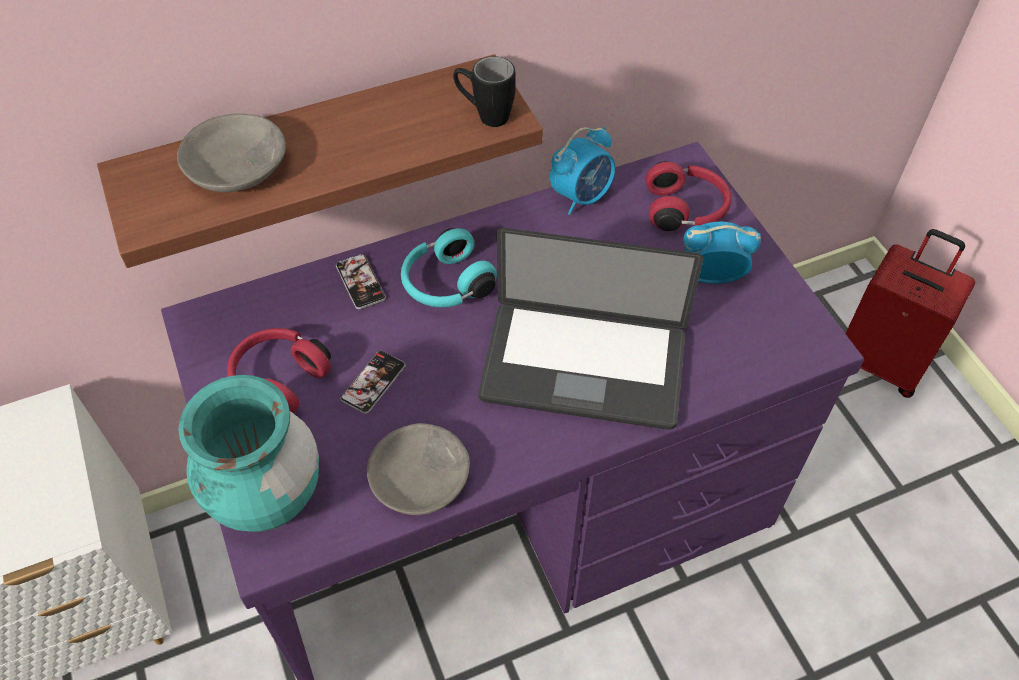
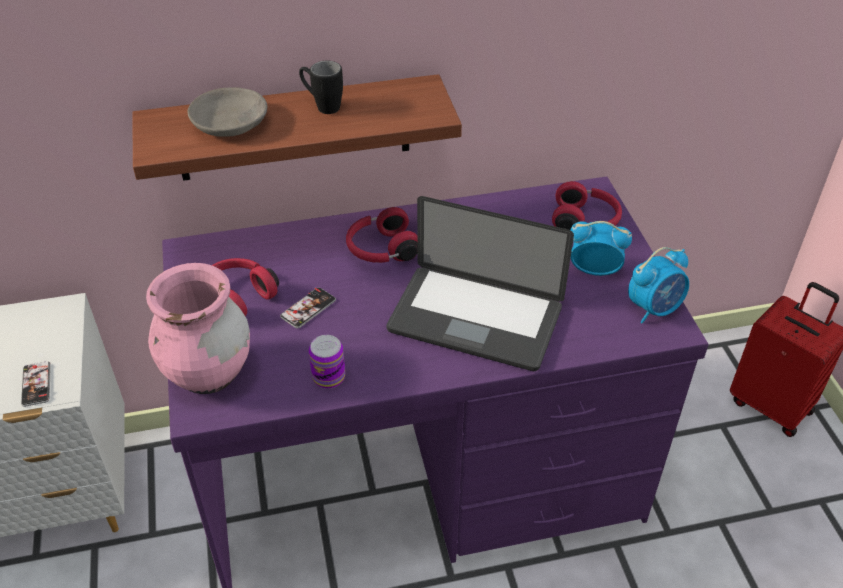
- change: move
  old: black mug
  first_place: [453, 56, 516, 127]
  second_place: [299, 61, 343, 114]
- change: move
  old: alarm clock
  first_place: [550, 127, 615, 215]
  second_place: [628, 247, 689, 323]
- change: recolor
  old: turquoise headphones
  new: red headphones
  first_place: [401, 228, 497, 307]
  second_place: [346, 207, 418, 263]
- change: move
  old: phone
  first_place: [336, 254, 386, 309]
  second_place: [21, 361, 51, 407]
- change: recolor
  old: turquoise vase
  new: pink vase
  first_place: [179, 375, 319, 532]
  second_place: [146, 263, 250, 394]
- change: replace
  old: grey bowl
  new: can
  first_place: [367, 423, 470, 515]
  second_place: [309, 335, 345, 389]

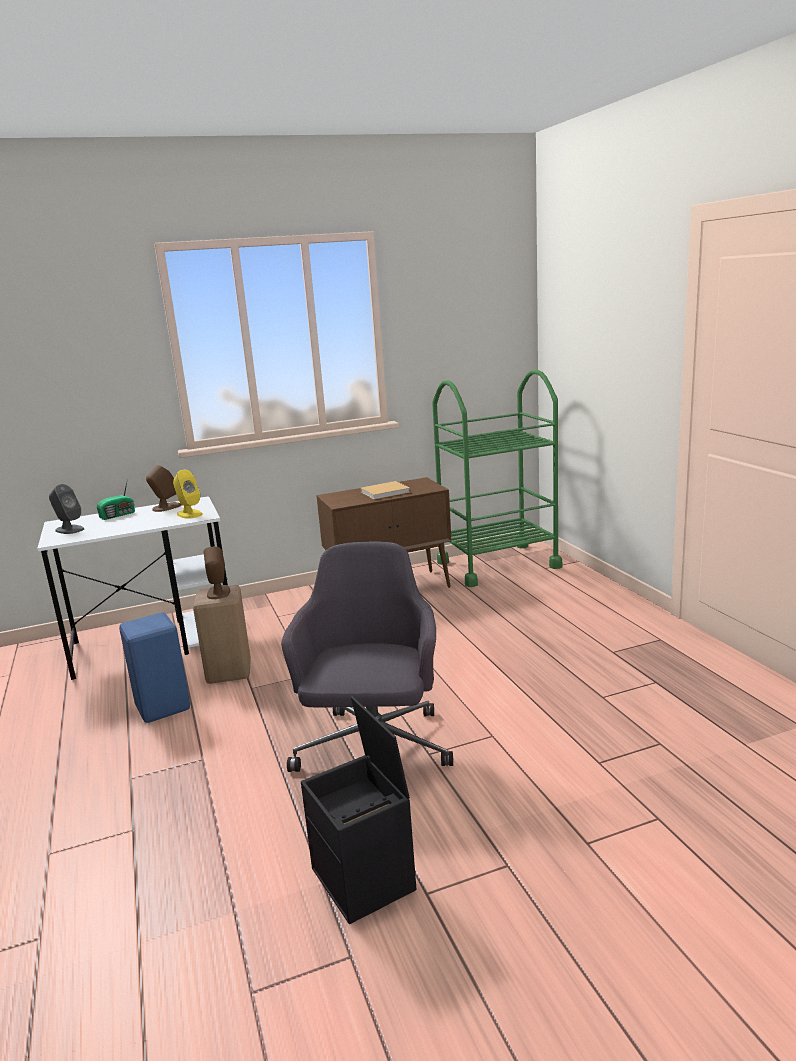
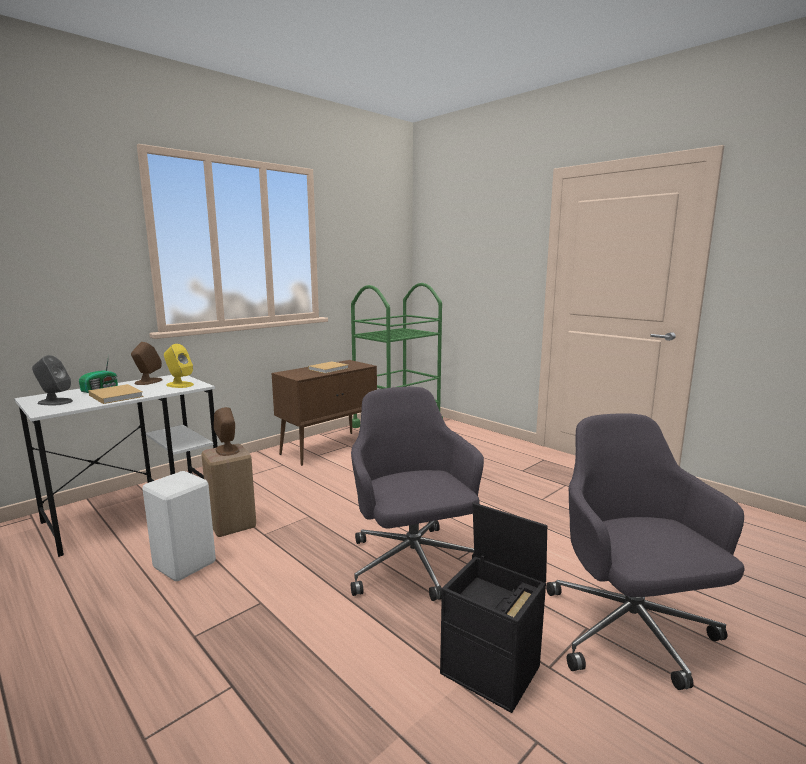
- change: recolor
  old: blue stool
  new: white stool
  first_place: [119, 612, 190, 723]
  second_place: [142, 471, 216, 581]
- change: insert
  new: beige book
  second_place: [88, 384, 144, 404]
- change: insert
  new: grey office chair
  second_place: [546, 413, 744, 690]

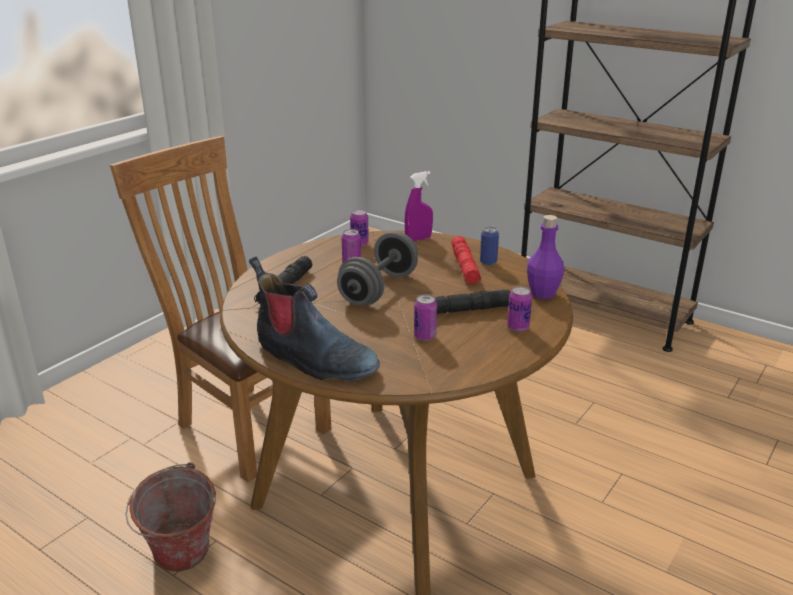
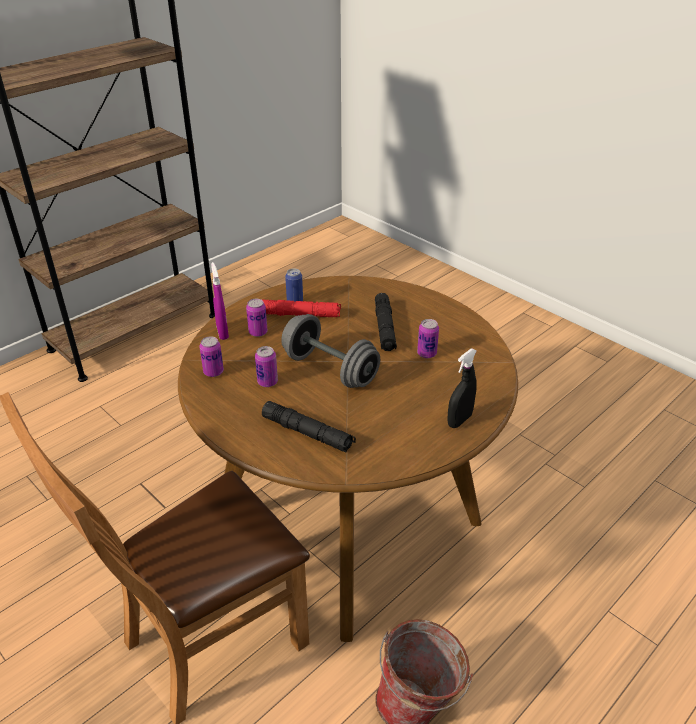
- change: delete
  old: purple bottle
  first_place: [527, 215, 564, 299]
- change: replace
  old: boot
  new: black spray bottle
  first_place: [249, 256, 380, 382]
  second_place: [447, 348, 477, 428]
- change: move
  old: can
  first_place: [507, 286, 532, 332]
  second_place: [246, 299, 268, 337]

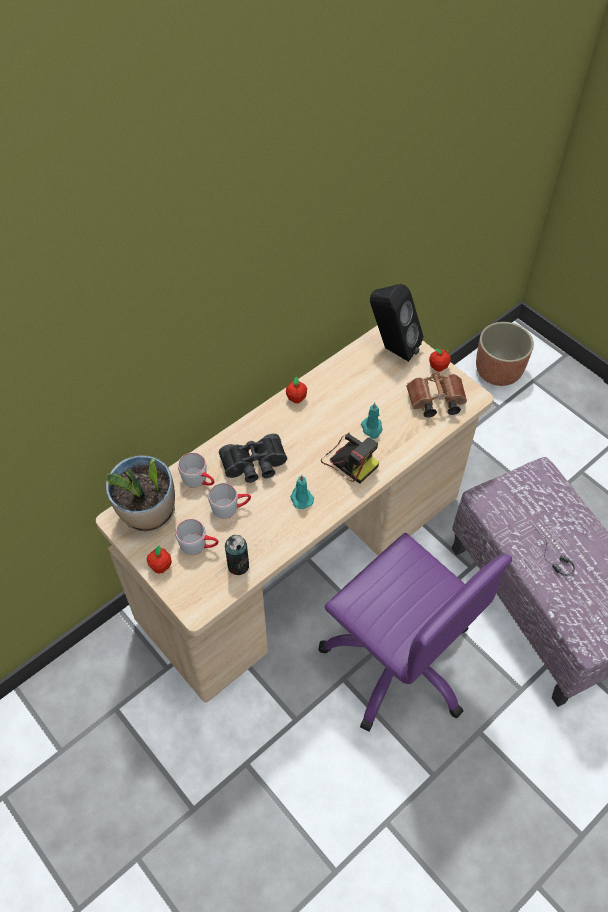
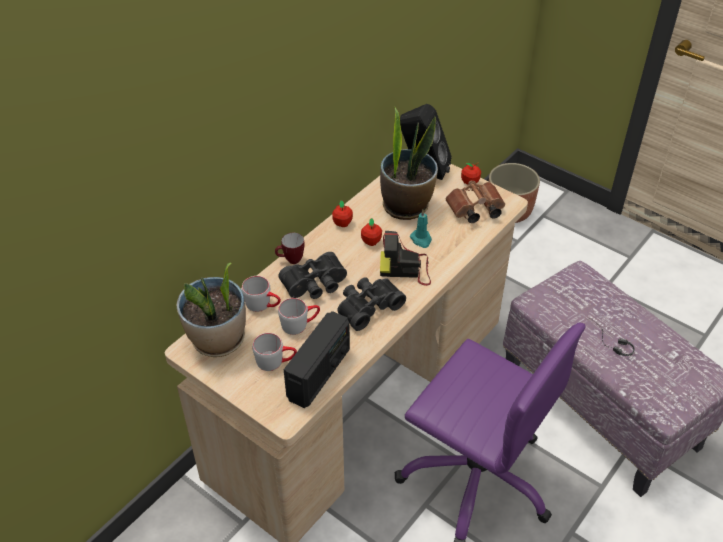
- change: rotate
  old: photo camera
  first_place: [321, 433, 379, 484]
  second_place: [380, 231, 431, 286]
  degrees: 150
- change: replace
  old: turquoise candle
  new: black binoculars
  first_place: [290, 475, 314, 509]
  second_place: [337, 277, 406, 331]
- change: replace
  old: can
  new: radio
  first_place: [225, 535, 249, 575]
  second_place: [284, 311, 350, 408]
- change: move
  old: apple
  first_place: [147, 546, 172, 574]
  second_place: [361, 218, 382, 246]
- change: insert
  new: potted plant
  second_place: [380, 106, 438, 220]
- change: insert
  new: mug
  second_place: [275, 233, 305, 264]

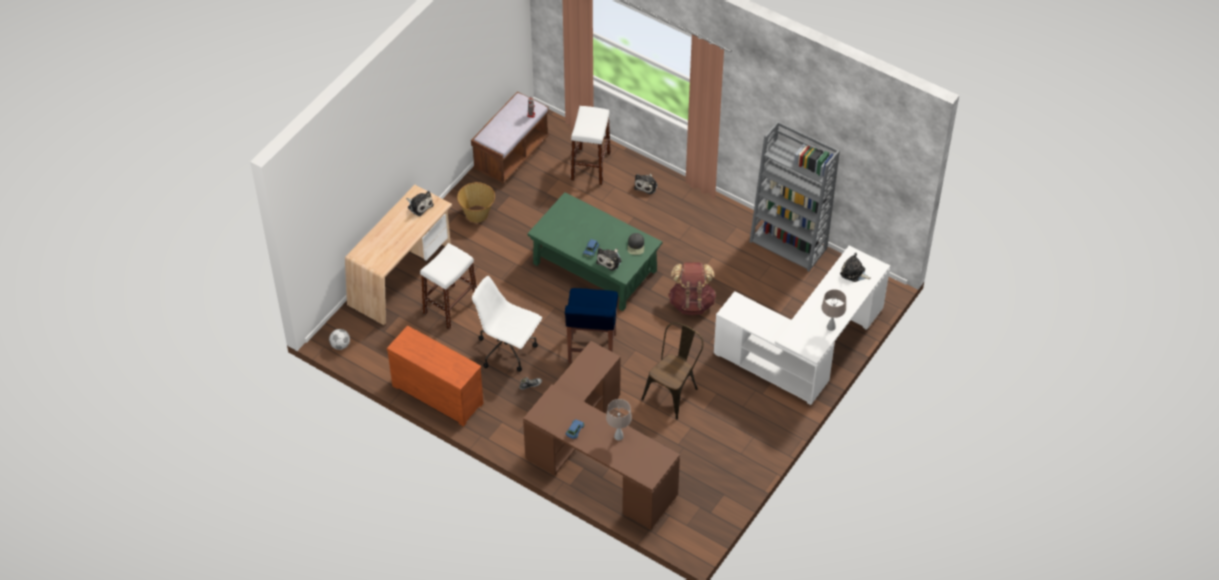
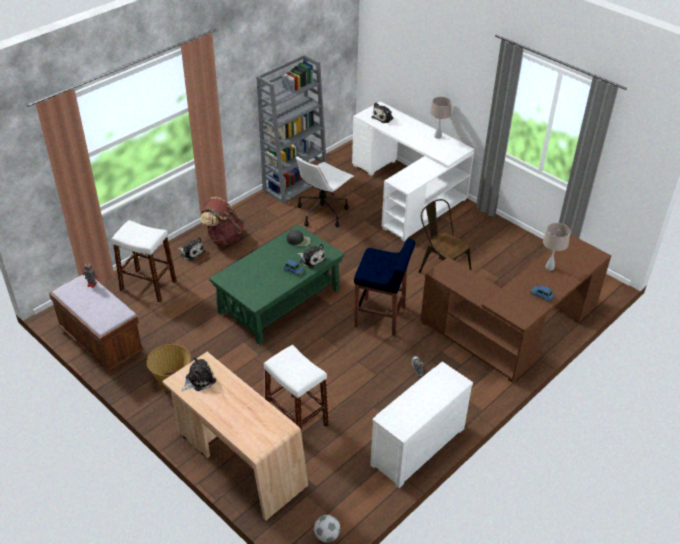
- change: move
  old: brown backpack
  first_place: [668, 263, 716, 315]
  second_place: [200, 197, 245, 245]
- change: move
  old: white office chair
  first_place: [472, 276, 542, 372]
  second_place: [296, 156, 354, 227]
- change: recolor
  old: brown dresser
  new: white dresser
  first_place: [387, 326, 484, 426]
  second_place: [370, 362, 473, 488]

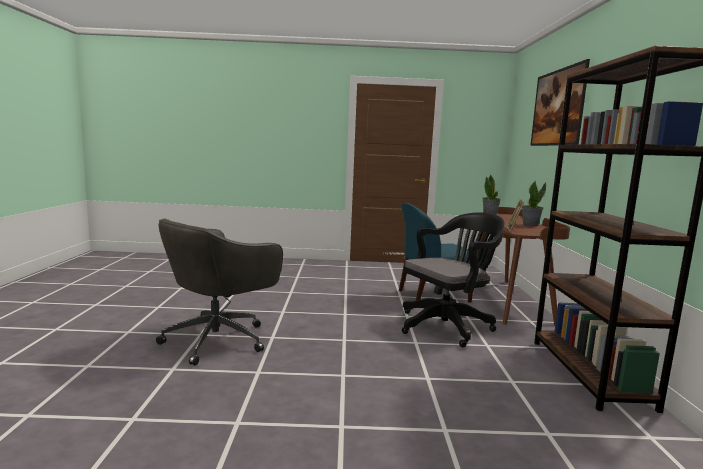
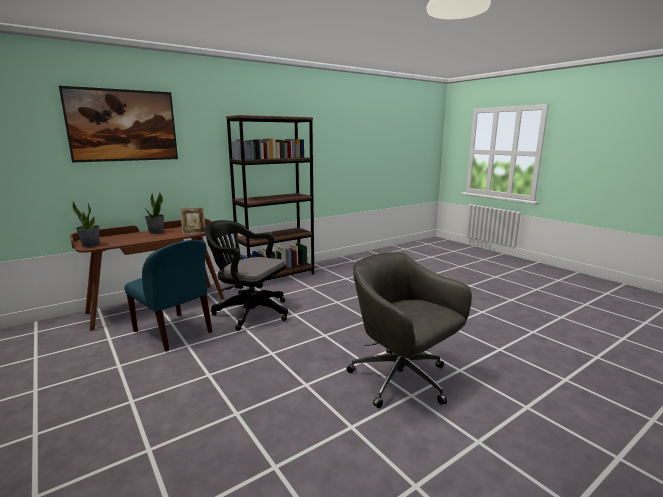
- change: rotate
  old: grey office chair
  first_place: [156, 218, 283, 365]
  second_place: [346, 252, 472, 408]
  degrees: -135

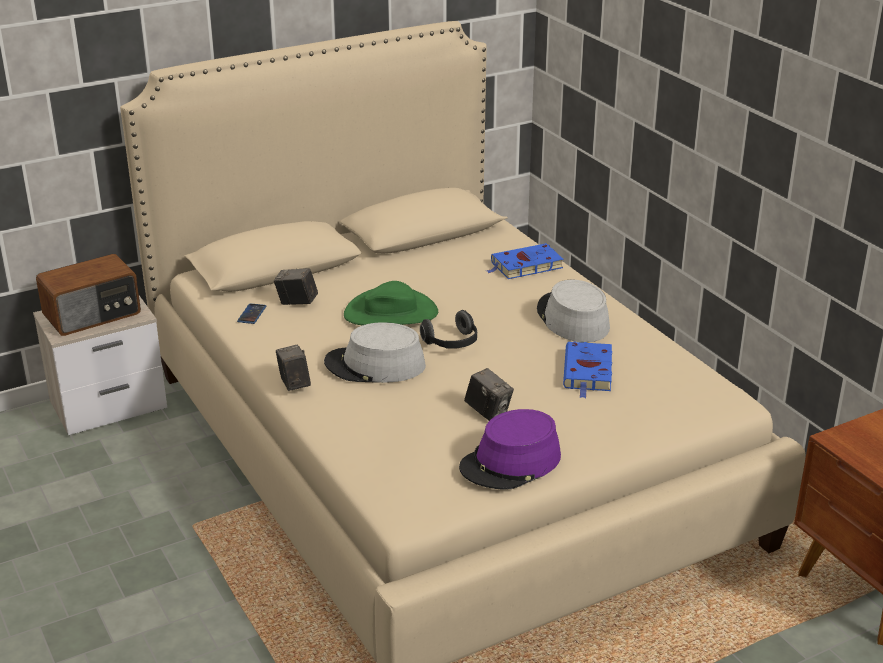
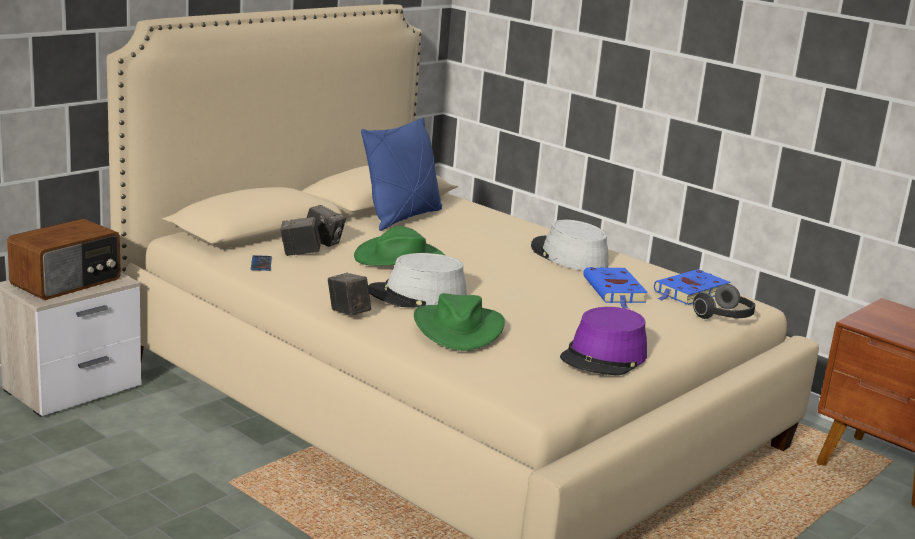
- change: move
  old: blue book
  first_place: [487, 243, 564, 279]
  second_place: [654, 269, 730, 305]
- change: move
  old: headphones
  first_place: [420, 310, 477, 349]
  second_place: [693, 284, 755, 319]
- change: move
  old: photo camera
  first_place: [464, 368, 514, 421]
  second_place: [307, 205, 346, 247]
- change: insert
  new: blue pillow
  second_place: [361, 117, 442, 231]
- change: insert
  new: green hat
  second_place: [414, 293, 505, 351]

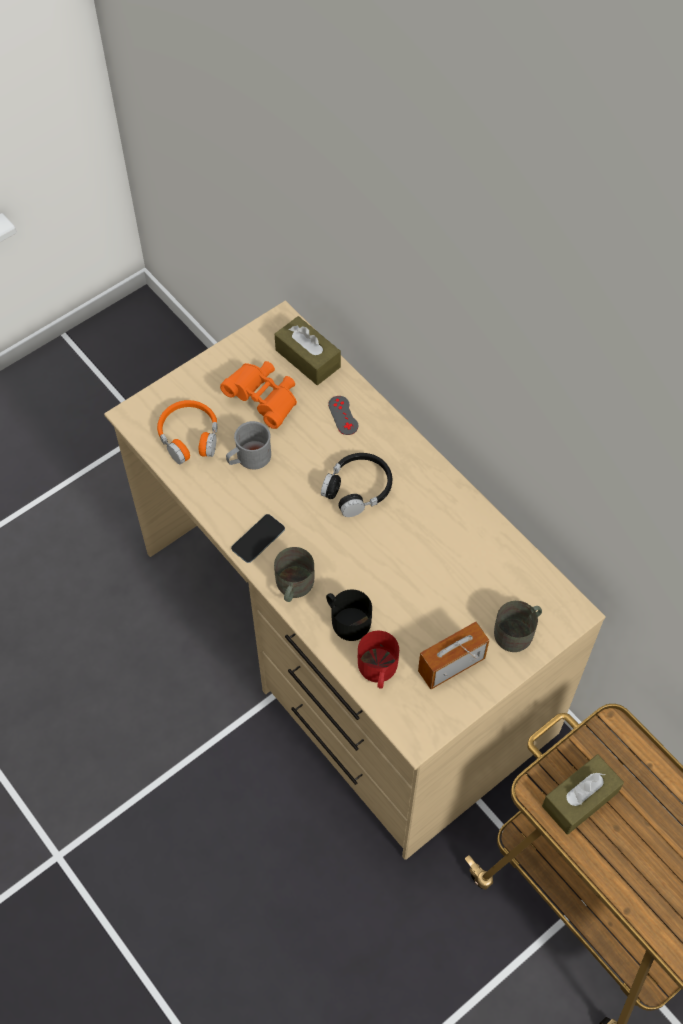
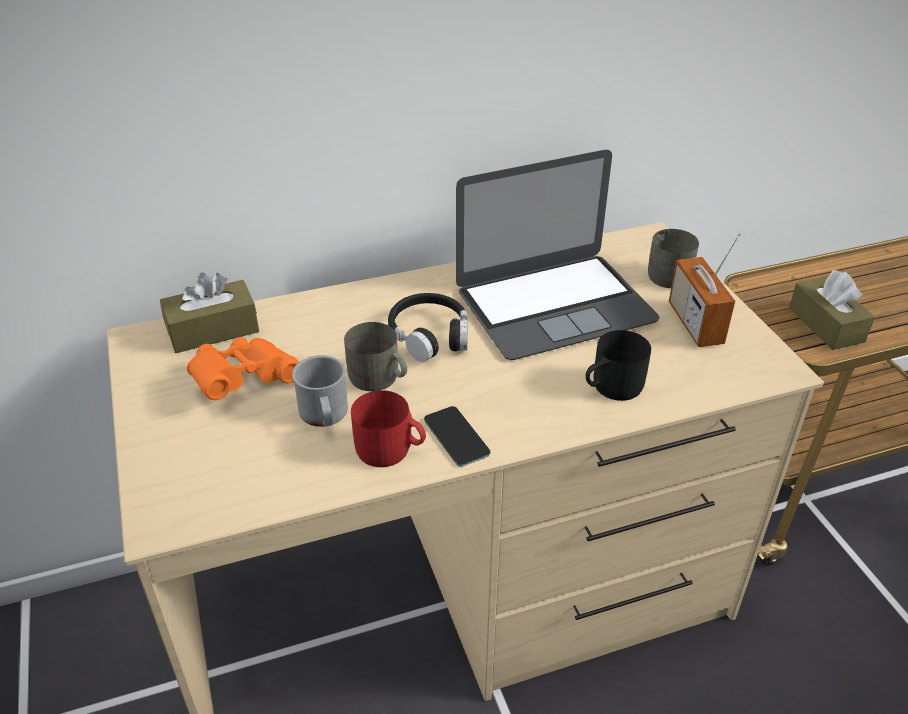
- change: delete
  old: grey game controller
  first_place: [328, 396, 358, 435]
- change: delete
  old: orange headphones
  first_place: [157, 400, 218, 464]
- change: move
  old: grey mug
  first_place: [274, 547, 314, 602]
  second_place: [344, 322, 407, 392]
- change: move
  old: red mug
  first_place: [358, 631, 399, 689]
  second_place: [351, 390, 426, 467]
- change: insert
  new: laptop
  second_place: [456, 150, 660, 360]

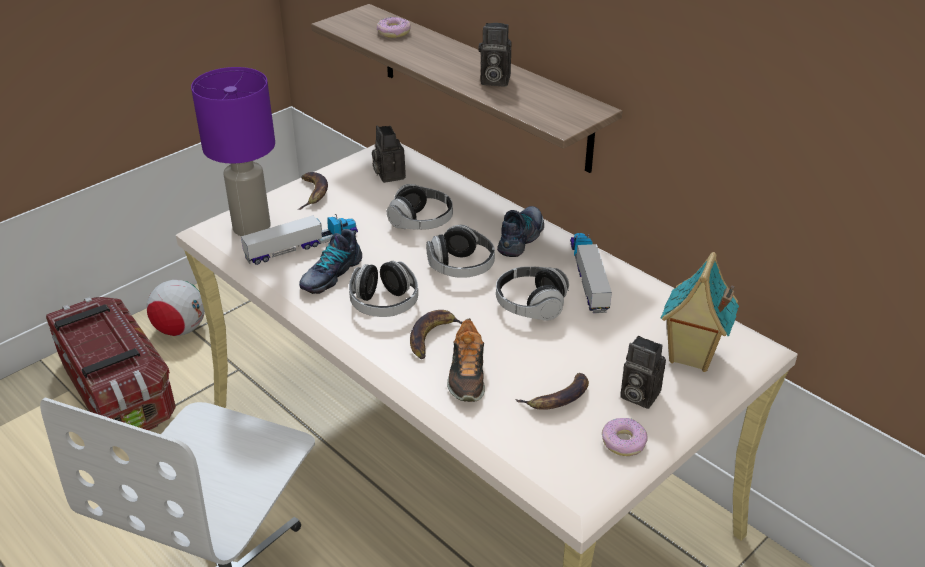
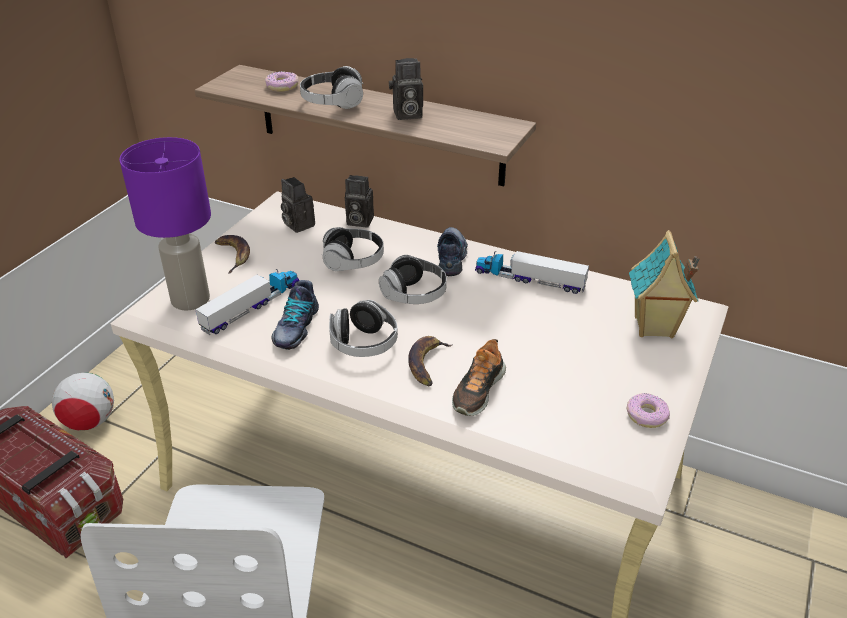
- change: rotate
  old: toy truck
  first_place: [570, 233, 612, 313]
  second_place: [475, 251, 589, 294]
  degrees: -45
- change: move
  old: headphones
  first_place: [496, 266, 569, 321]
  second_place: [300, 66, 363, 109]
- change: rotate
  old: shoe
  first_place: [447, 318, 485, 402]
  second_place: [452, 339, 506, 416]
  degrees: 45
- change: move
  old: photo camera
  first_place: [620, 335, 666, 409]
  second_place: [345, 175, 374, 228]
- change: delete
  old: banana
  first_place: [515, 373, 589, 410]

